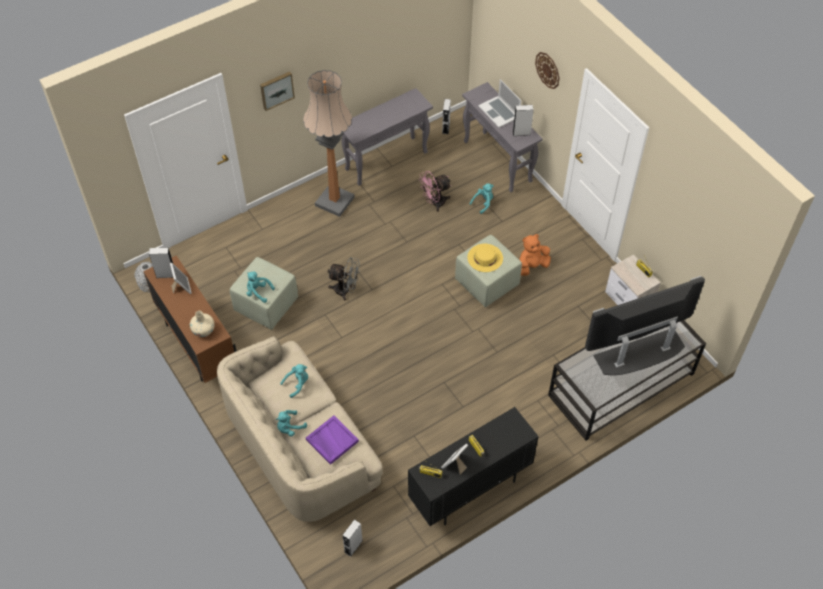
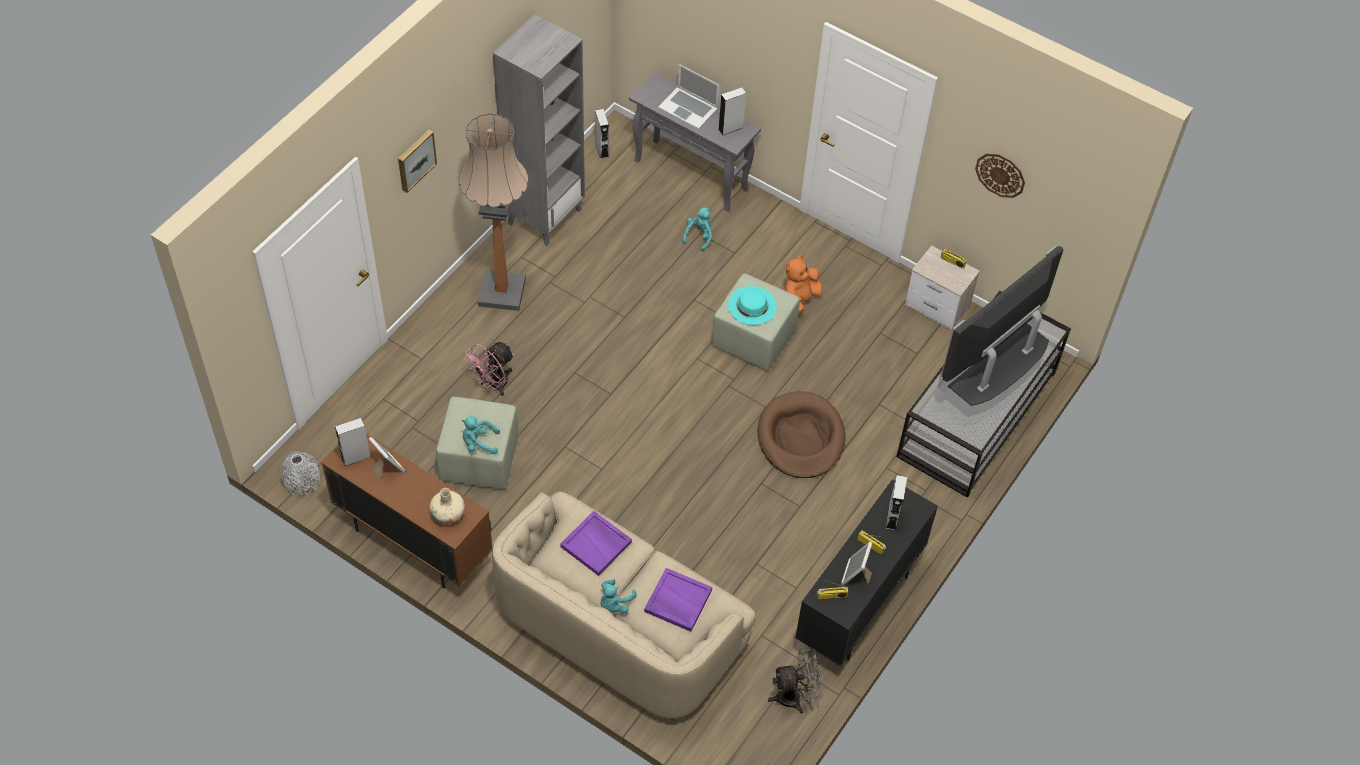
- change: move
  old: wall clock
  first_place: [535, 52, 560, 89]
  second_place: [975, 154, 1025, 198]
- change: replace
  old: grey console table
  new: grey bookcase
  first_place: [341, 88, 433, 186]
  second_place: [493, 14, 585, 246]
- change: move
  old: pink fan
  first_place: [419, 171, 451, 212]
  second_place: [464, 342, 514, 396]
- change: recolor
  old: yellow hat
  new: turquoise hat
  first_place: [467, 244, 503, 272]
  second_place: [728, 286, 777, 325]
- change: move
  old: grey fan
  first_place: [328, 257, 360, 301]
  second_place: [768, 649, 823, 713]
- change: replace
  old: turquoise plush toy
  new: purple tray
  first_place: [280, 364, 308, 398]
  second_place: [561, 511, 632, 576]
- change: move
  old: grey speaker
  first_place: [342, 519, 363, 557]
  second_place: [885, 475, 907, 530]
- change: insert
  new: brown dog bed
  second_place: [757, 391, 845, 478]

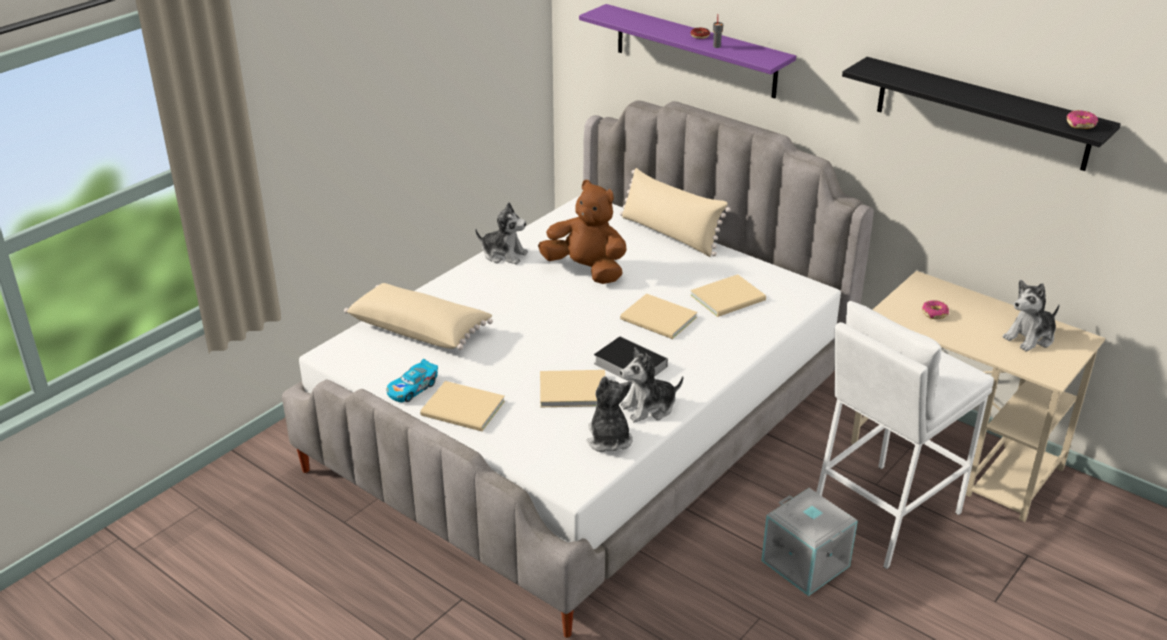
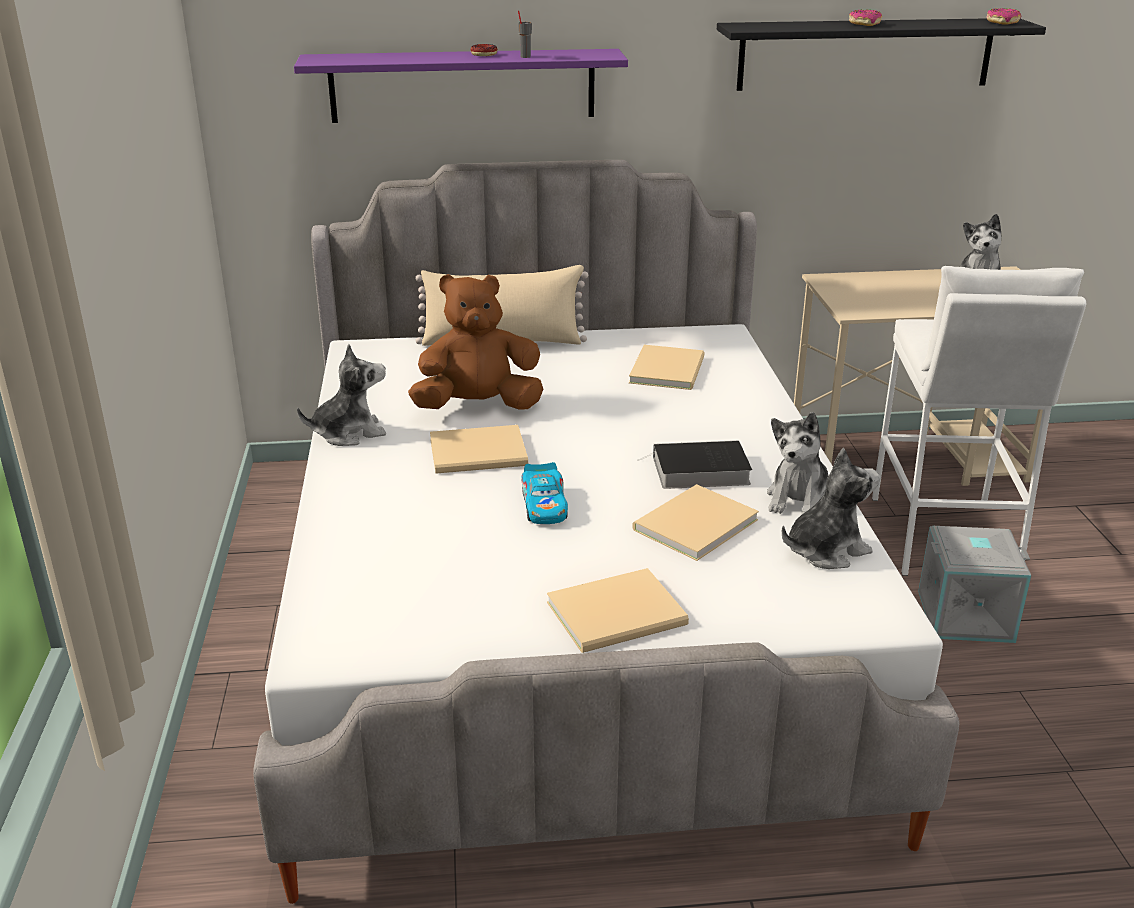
- change: delete
  old: beige pillow
  first_place: [344, 283, 493, 350]
- change: move
  old: beige book
  first_place: [620, 293, 697, 339]
  second_place: [430, 425, 528, 474]
- change: move
  old: donut
  first_place: [922, 300, 949, 319]
  second_place: [849, 10, 882, 26]
- change: move
  old: toy car
  first_place: [386, 359, 438, 402]
  second_place: [521, 462, 568, 524]
- change: rotate
  old: plush toy
  first_place: [586, 376, 633, 452]
  second_place: [782, 448, 880, 569]
  degrees: 120

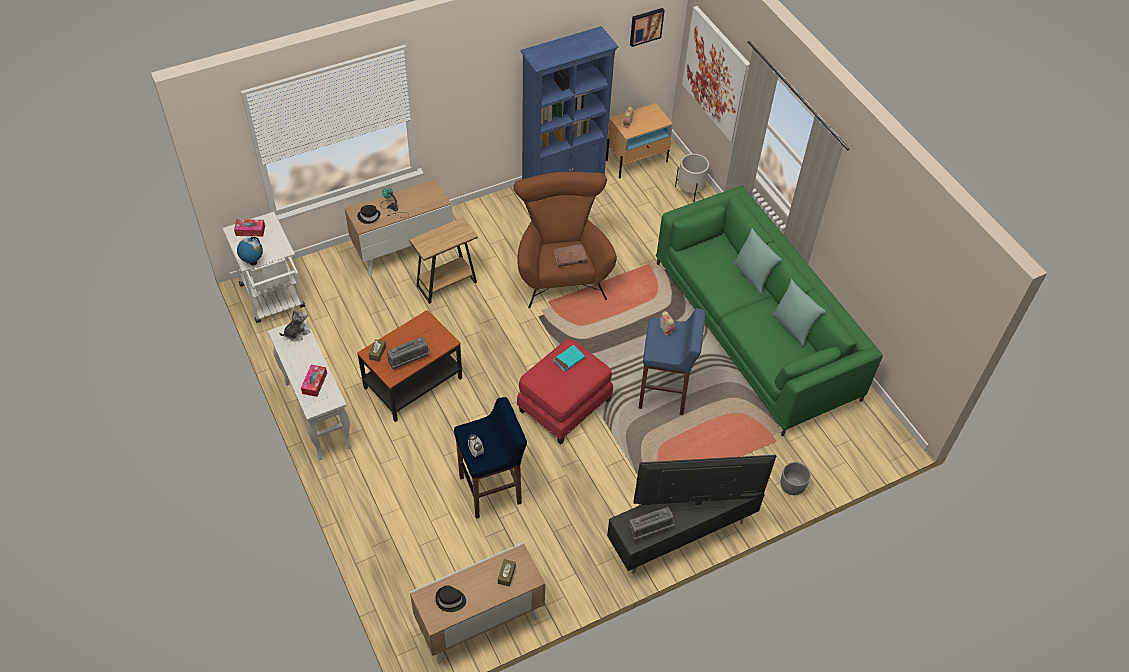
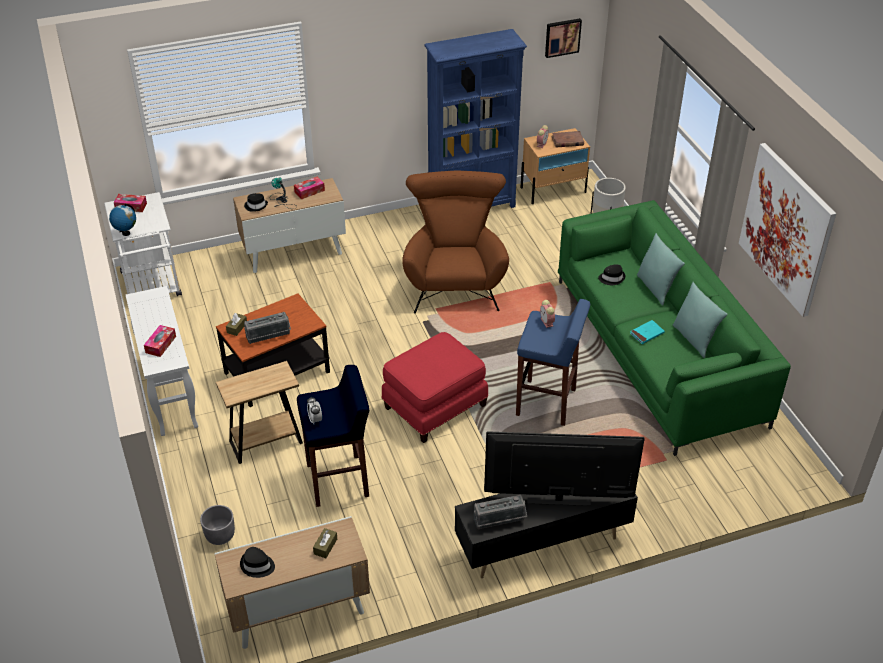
- change: move
  old: picture
  first_place: [682, 6, 750, 143]
  second_place: [739, 143, 836, 317]
- change: move
  old: brown side table
  first_place: [409, 217, 478, 304]
  second_place: [216, 361, 303, 464]
- change: move
  old: brown book
  first_place: [553, 244, 588, 267]
  second_place: [551, 131, 584, 148]
- change: delete
  old: plush toy
  first_place: [279, 310, 311, 341]
- change: move
  old: turquoise book
  first_place: [553, 345, 585, 372]
  second_place: [630, 320, 665, 344]
- change: move
  old: grey planter
  first_place: [781, 462, 811, 495]
  second_place: [200, 505, 235, 545]
- change: insert
  new: tissue box
  second_place: [294, 177, 325, 199]
- change: insert
  new: black hat
  second_place: [598, 264, 625, 285]

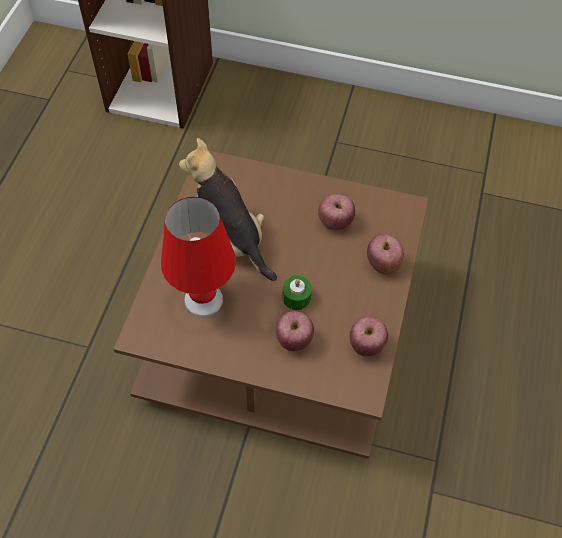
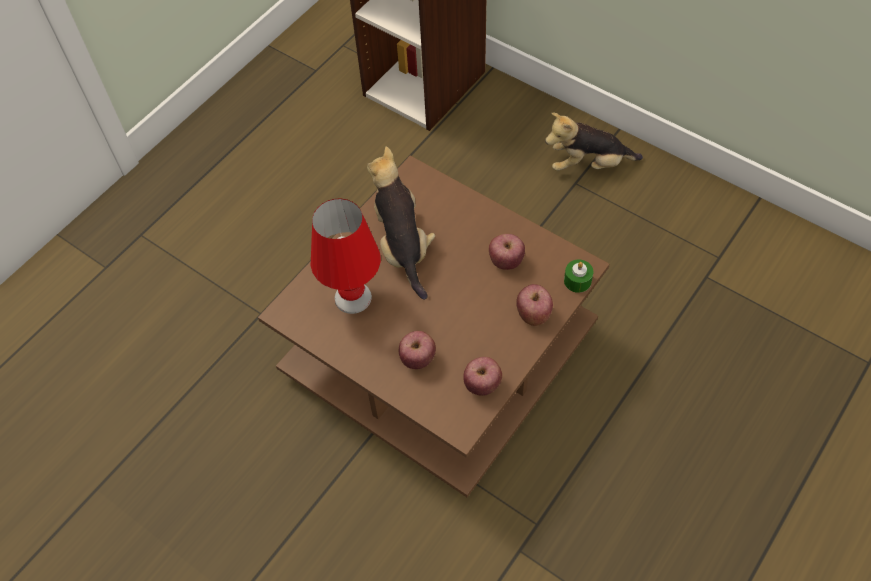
- change: move
  old: green candle
  first_place: [282, 276, 312, 310]
  second_place: [564, 259, 593, 293]
- change: insert
  new: plush toy
  second_place: [545, 113, 643, 171]

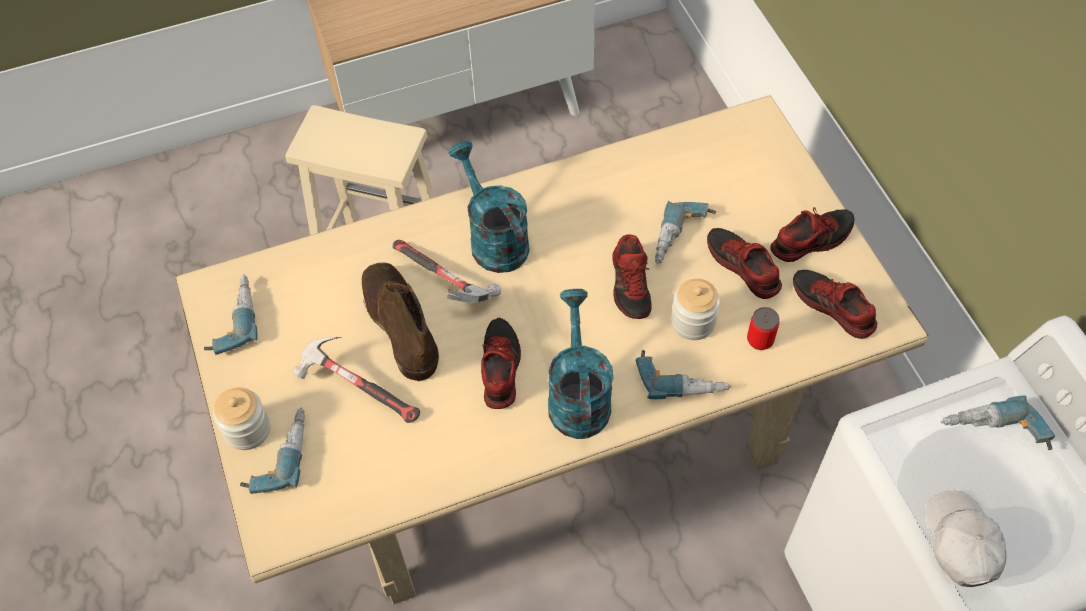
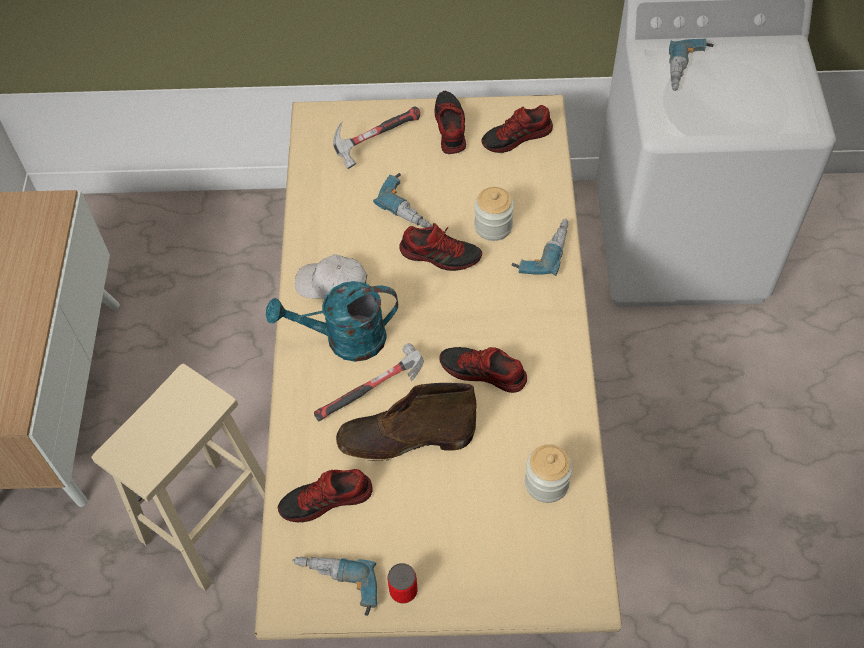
- change: move
  old: shoe
  first_place: [707, 228, 782, 299]
  second_place: [278, 469, 372, 522]
- change: delete
  old: turquoise watering can
  first_place: [548, 289, 613, 439]
- change: move
  old: can
  first_place: [747, 307, 780, 350]
  second_place: [387, 563, 418, 603]
- change: move
  old: hammer
  first_place: [293, 337, 420, 423]
  second_place: [333, 107, 420, 169]
- change: move
  old: jar
  first_place: [213, 387, 270, 450]
  second_place: [525, 444, 573, 503]
- change: delete
  old: power drill
  first_place: [240, 407, 305, 494]
- change: move
  old: white cap
  first_place: [925, 491, 1007, 587]
  second_place: [295, 254, 367, 299]

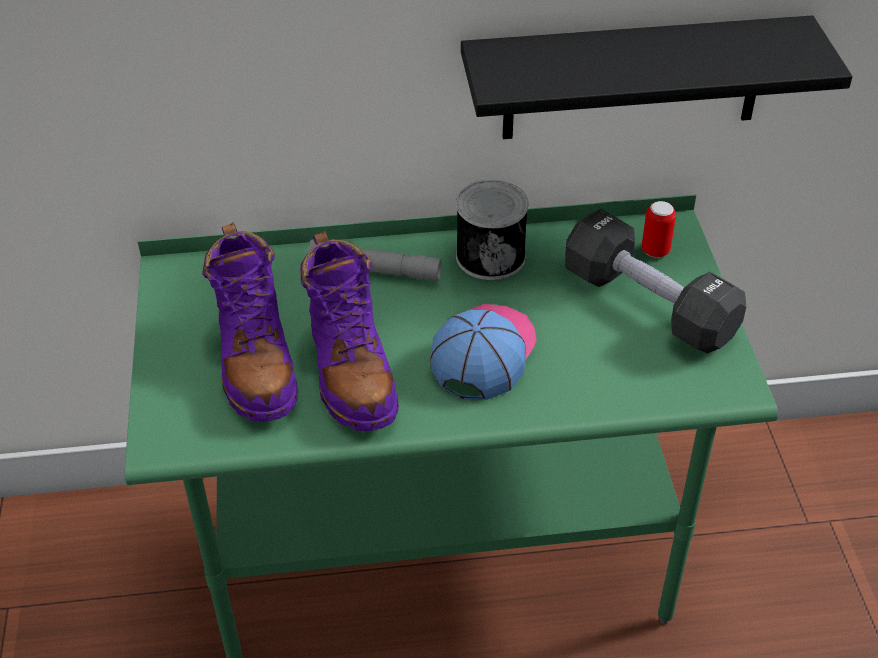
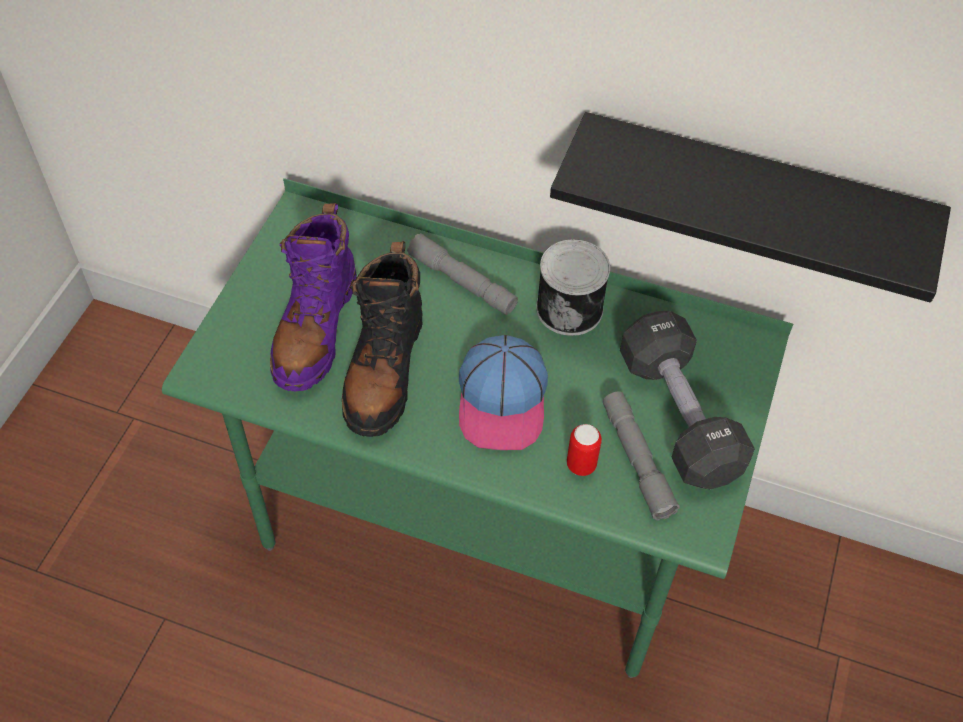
- change: move
  old: can
  first_place: [642, 201, 676, 258]
  second_place: [567, 424, 602, 476]
- change: recolor
  old: purple boot
  new: black boot
  first_place: [301, 230, 399, 431]
  second_place: [342, 241, 423, 437]
- change: rotate
  old: cap
  first_place: [430, 304, 536, 400]
  second_place: [459, 335, 548, 450]
  degrees: 135
- change: insert
  new: grey flashlight
  second_place: [603, 391, 680, 520]

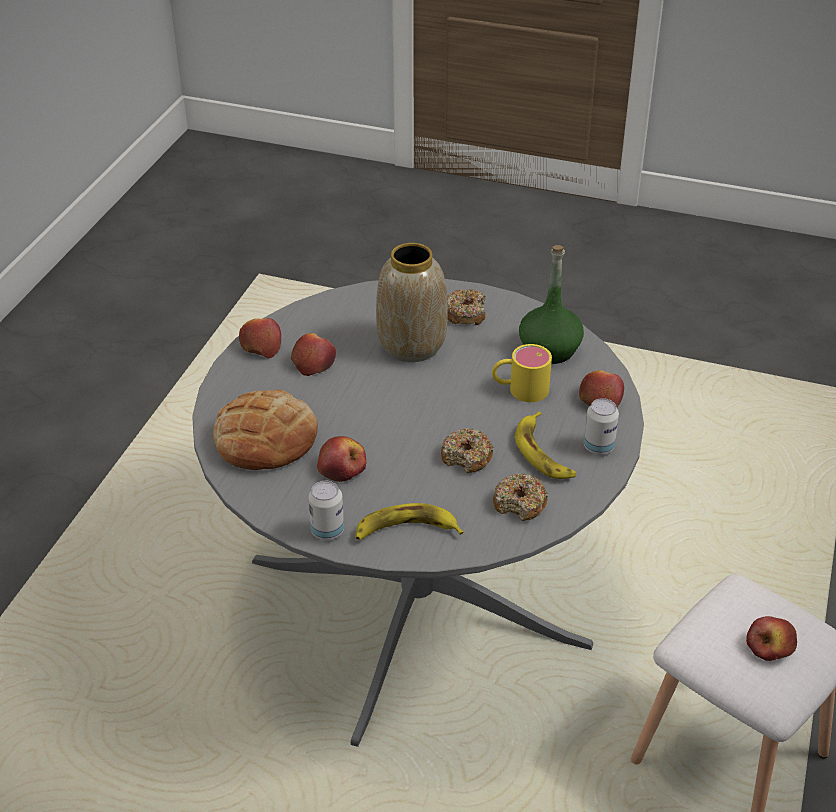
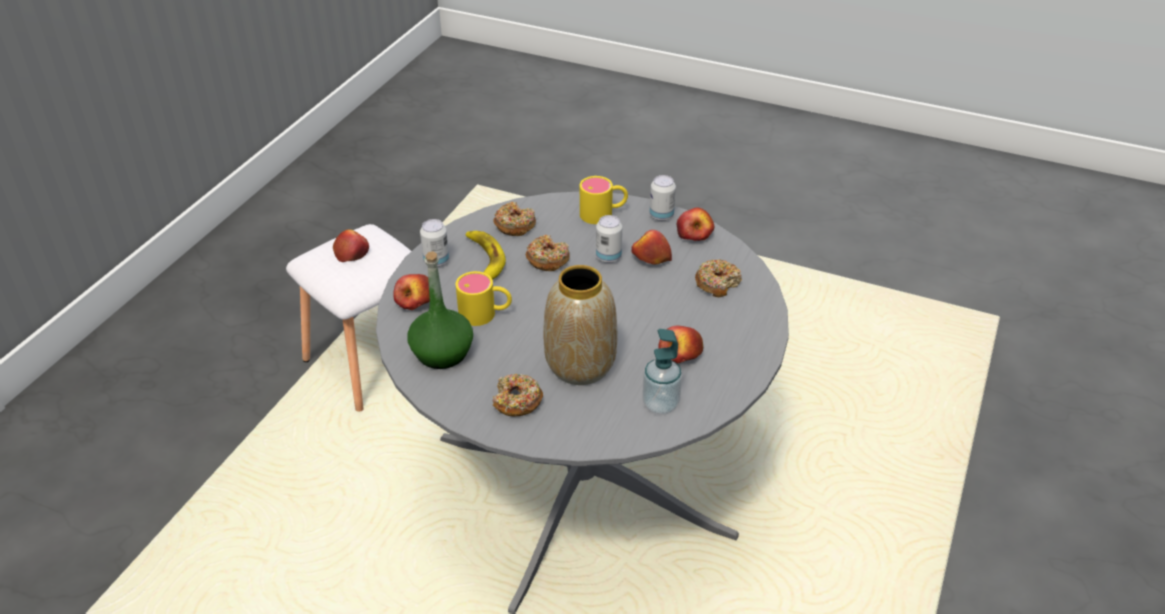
- change: move
  old: apple
  first_place: [239, 318, 281, 359]
  second_place: [677, 208, 715, 241]
- change: replace
  old: bread
  new: donut
  first_place: [213, 389, 318, 470]
  second_place: [695, 259, 742, 297]
- change: replace
  old: banana
  new: yellow mug
  first_place: [355, 503, 464, 540]
  second_place: [580, 176, 628, 224]
- change: insert
  new: can
  second_place: [596, 215, 622, 263]
- change: insert
  new: soap dispenser
  second_place: [642, 329, 682, 414]

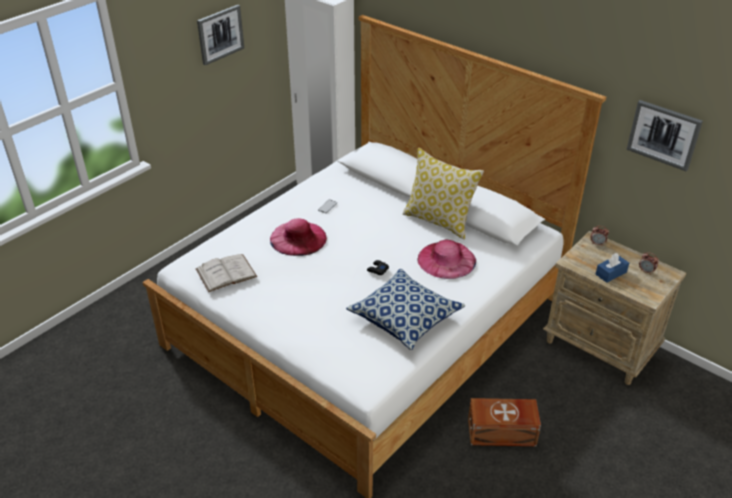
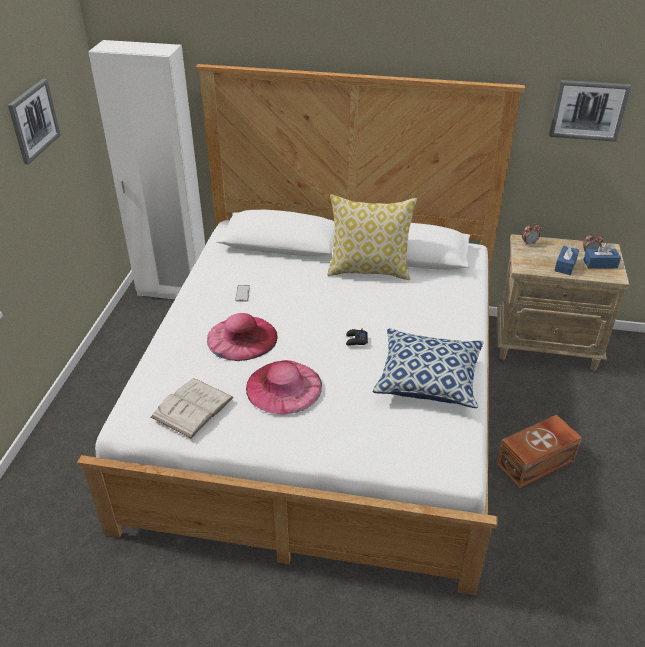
- change: move
  old: pink hat
  first_place: [417, 239, 476, 279]
  second_place: [246, 360, 322, 414]
- change: insert
  new: blue tissue box
  second_place: [583, 243, 621, 269]

